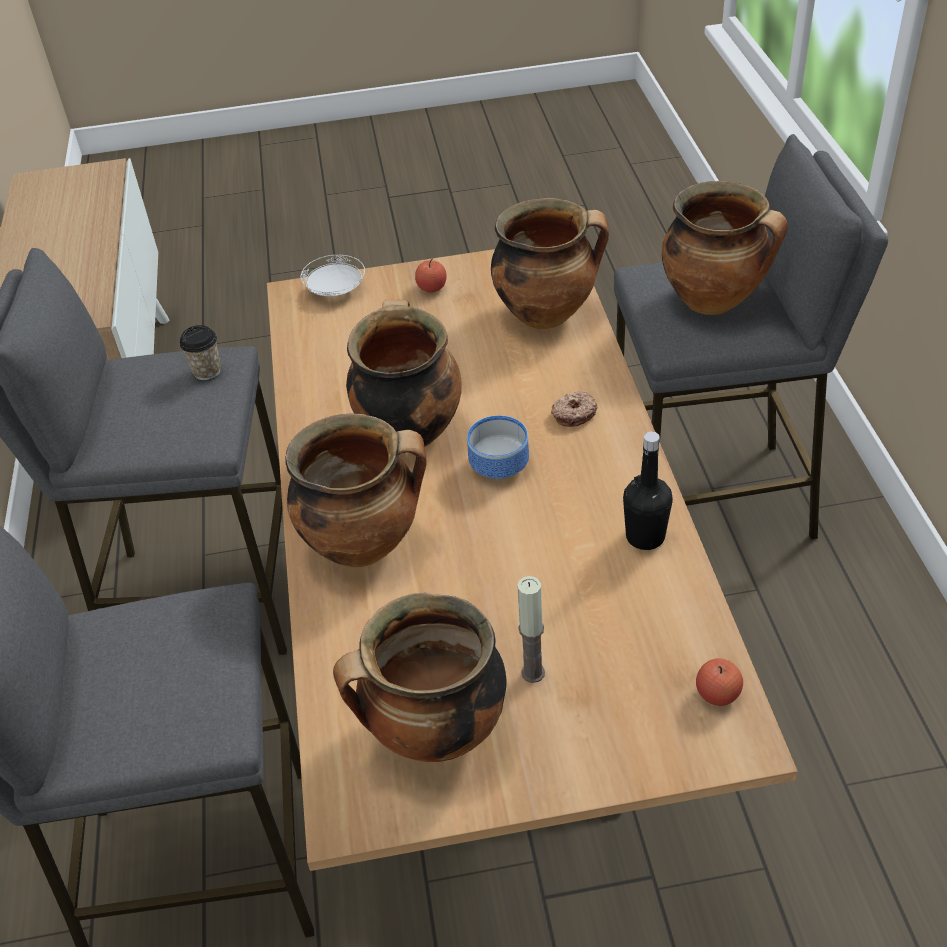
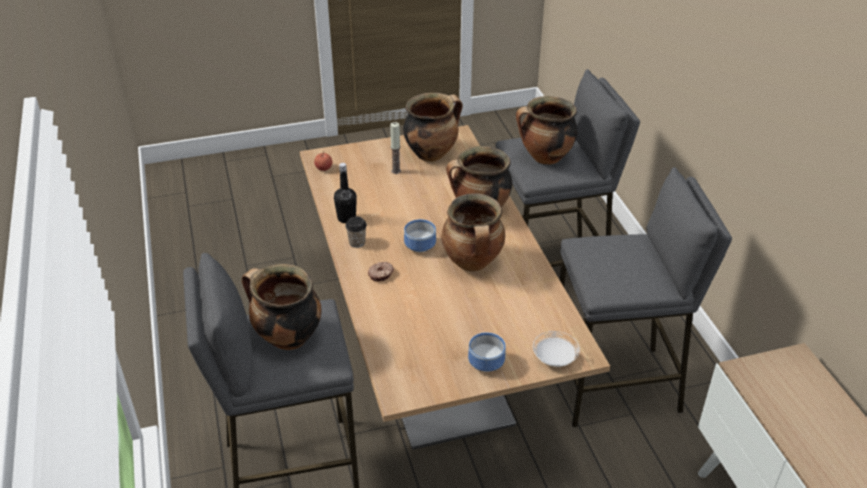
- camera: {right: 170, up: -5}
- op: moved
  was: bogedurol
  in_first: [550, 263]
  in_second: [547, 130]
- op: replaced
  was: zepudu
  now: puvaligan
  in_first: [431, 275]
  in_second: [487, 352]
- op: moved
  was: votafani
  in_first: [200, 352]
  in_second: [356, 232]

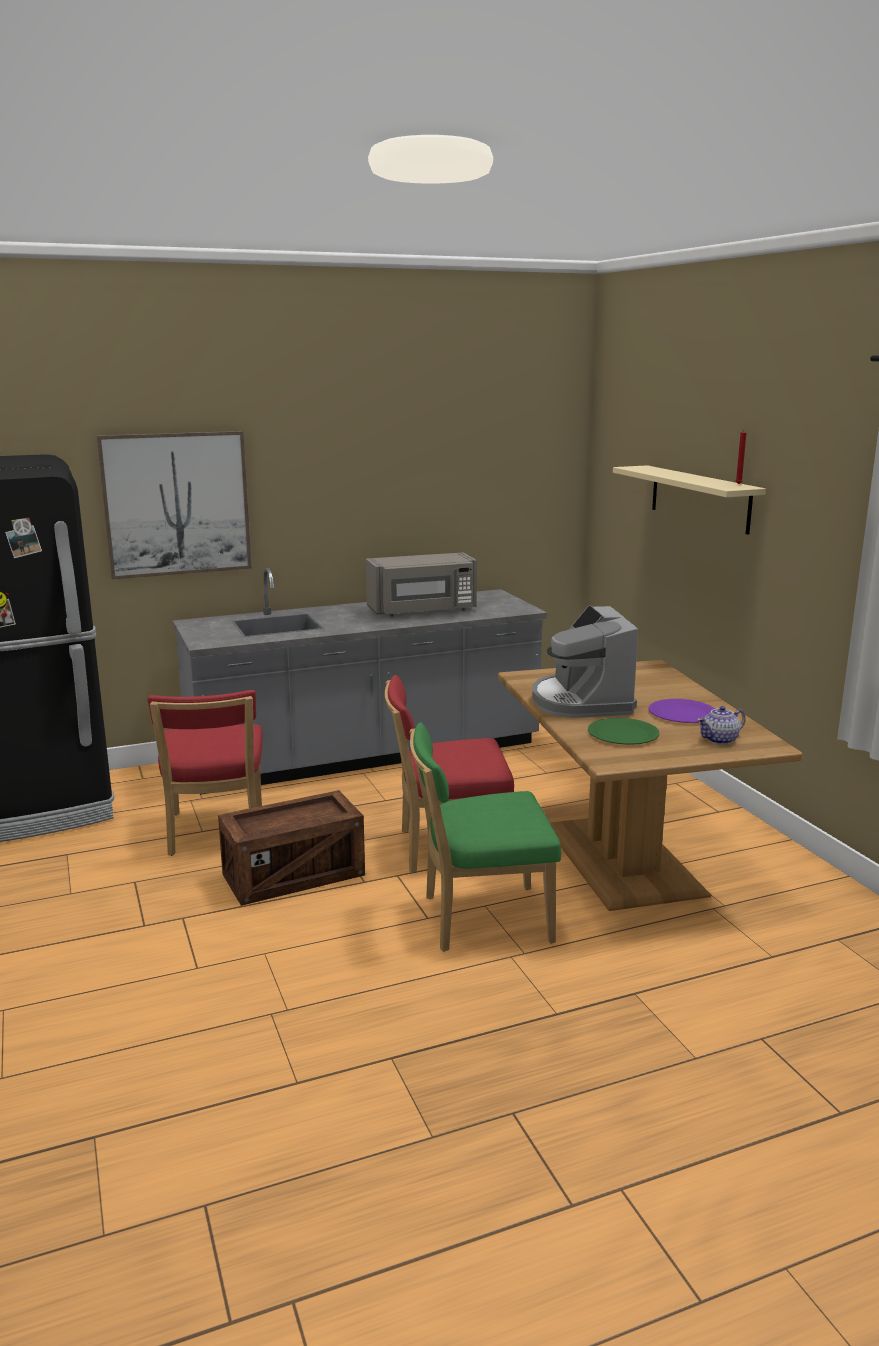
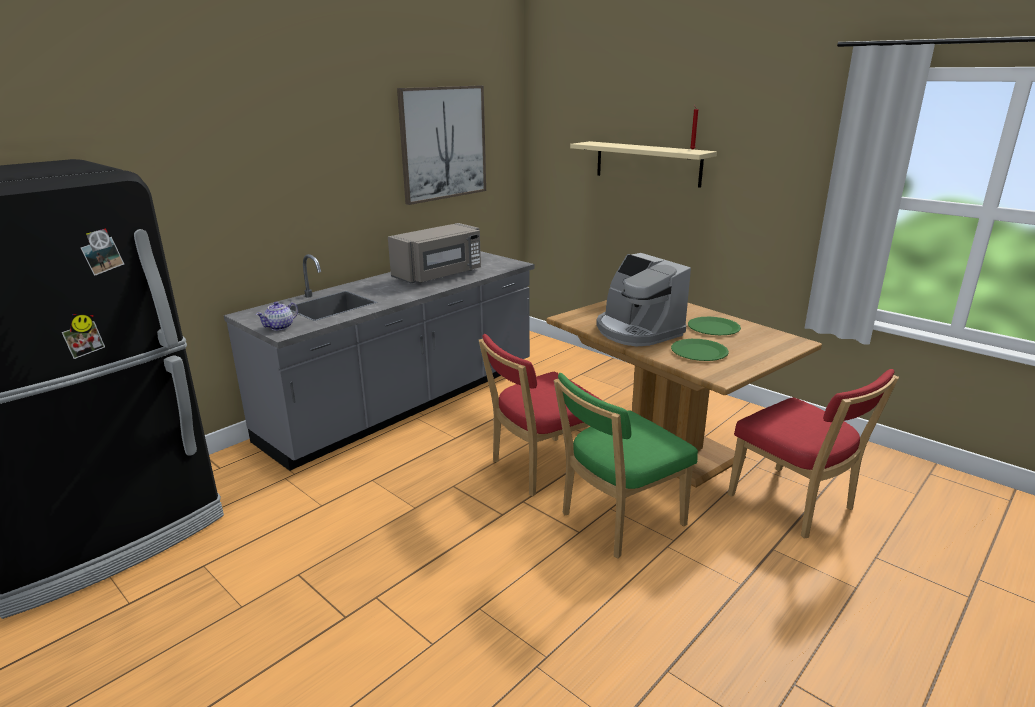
- camera: {right: -25, up: 5}
- op: moved
  was: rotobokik
  in_first: [174, 505]
  in_second: [441, 145]
- op: moved
  was: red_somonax
  in_first: [205, 773]
  in_second: [813, 454]
- op: recoloured
  was: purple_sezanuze
  now: green_sezanuze
  in_first: [682, 711]
  in_second: [714, 326]
- op: moved
  was: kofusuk
  in_first: [721, 725]
  in_second: [277, 316]
- op: removed
  was: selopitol
  in_first: [291, 848]

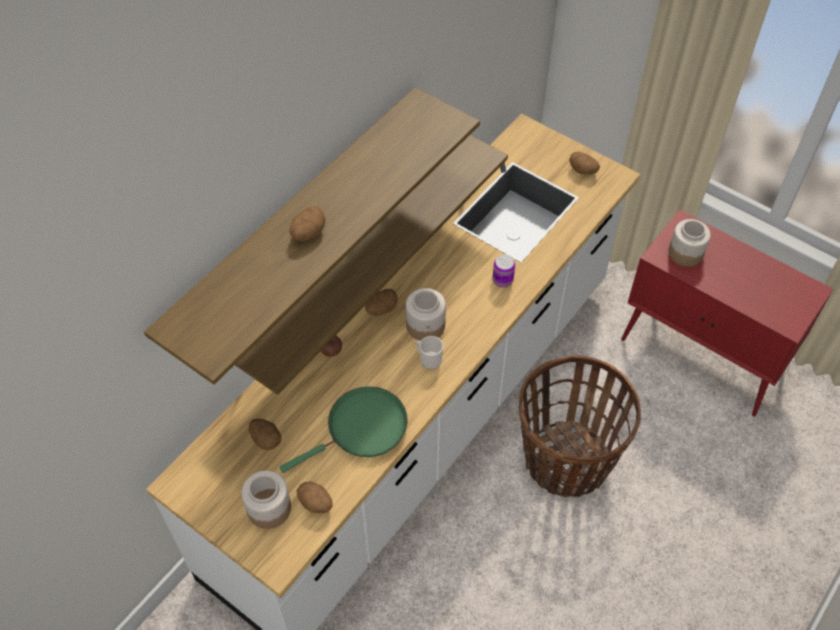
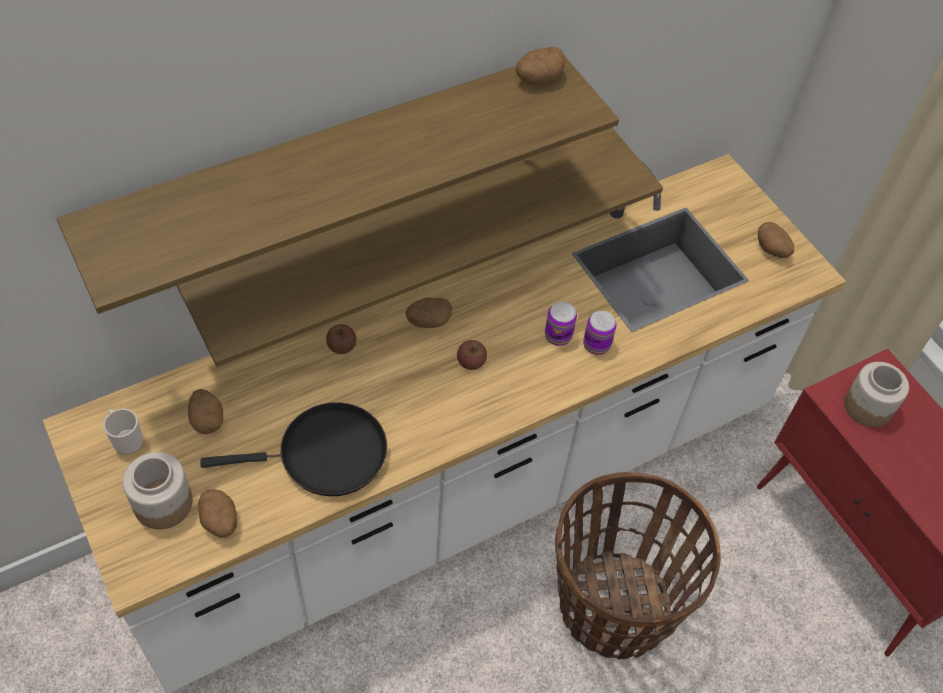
- camera: {right: 20, up: 0}
- op: moved
  was: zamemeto
  in_first: [308, 223]
  in_second: [540, 66]
- op: replaced
  was: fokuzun
  now: zepudu
  in_first: [426, 314]
  in_second: [472, 355]
- op: moved
  was: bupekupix
  in_first: [429, 352]
  in_second: [123, 432]
- op: recoloured
  was: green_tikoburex
  now: black_tikoburex
  in_first: [344, 430]
  in_second: [293, 449]
- op: added
  now: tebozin
  in_second: [561, 324]

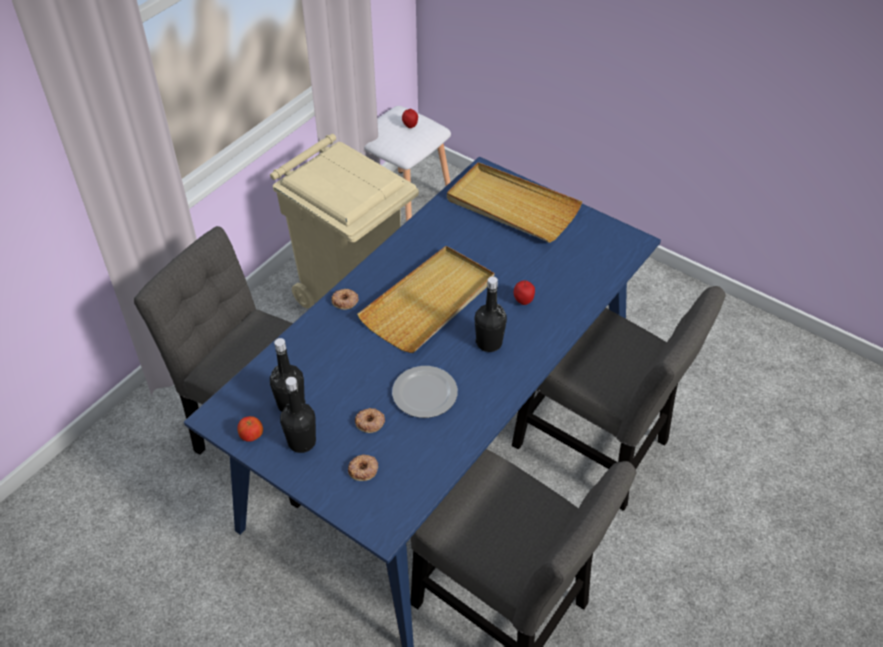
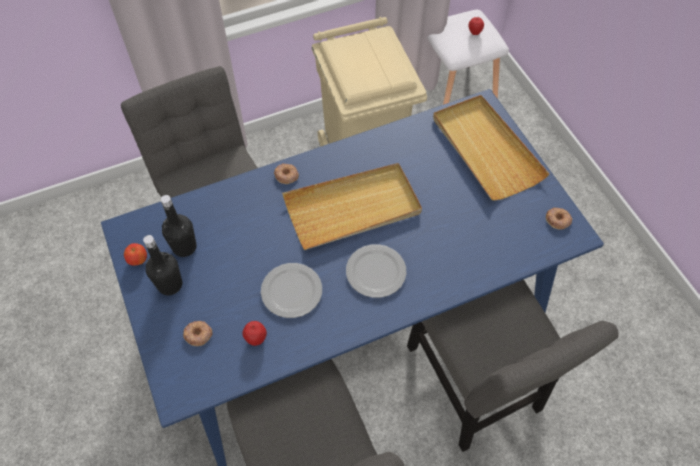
- camera: {right: 30, up: 10}
- op: replaced
  was: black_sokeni
  now: sezanuze
  in_first: [491, 314]
  in_second: [376, 271]
- op: moved
  was: zepudu
  in_first: [524, 292]
  in_second: [254, 333]
- op: moved
  was: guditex
  in_first: [370, 420]
  in_second: [559, 219]

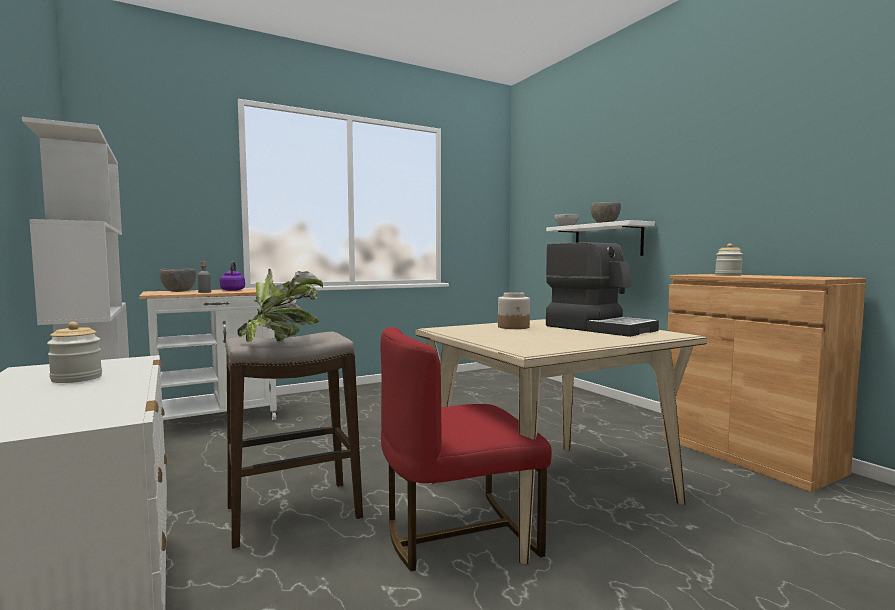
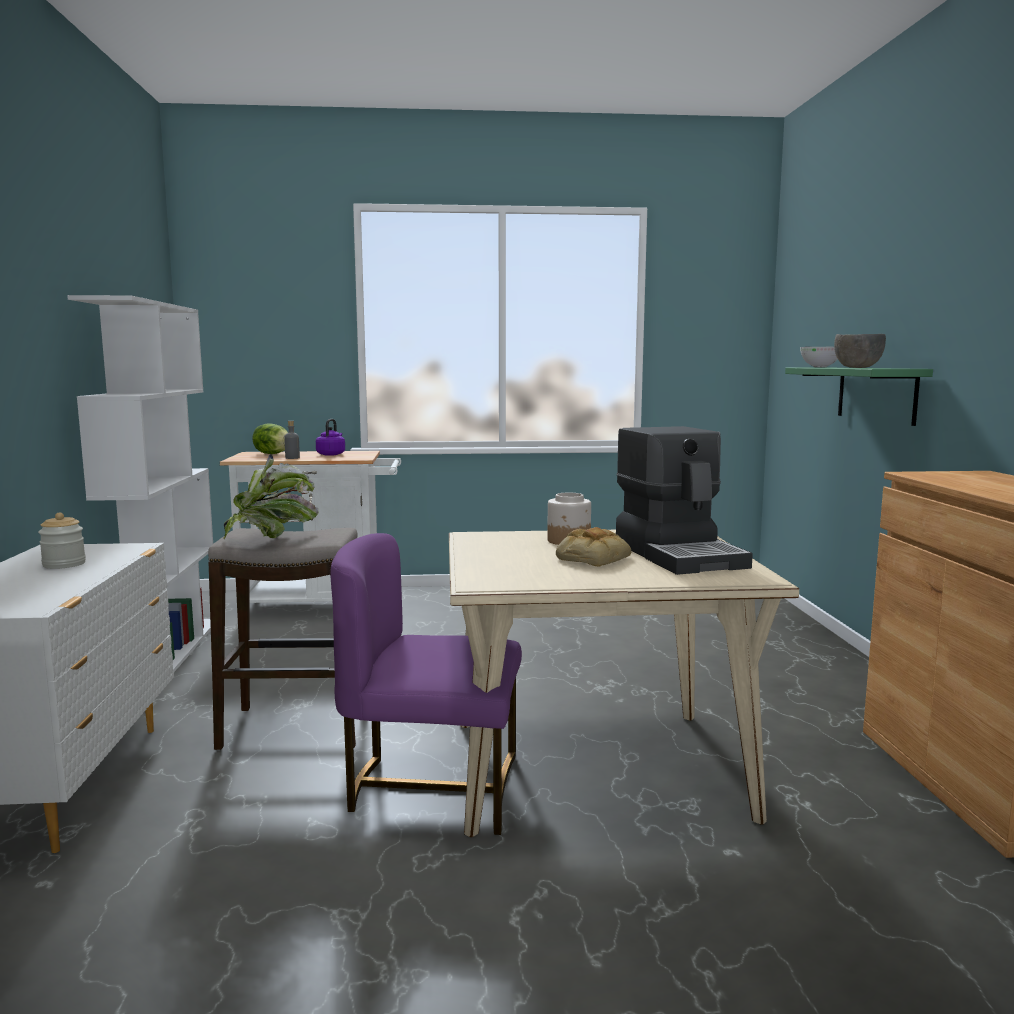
- camera: {right: 25, up: 5}
- op: recoloured
  was: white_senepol
  now: green_senepol
  in_first: [600, 238]
  in_second: [859, 397]
- op: removed
  was: fokuzun
  in_first: [729, 260]
- op: replaced
  was: grey_puvaligan
  now: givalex
  in_first: [178, 280]
  in_second: [270, 438]
- op: recoloured
  was: red_somonax
  now: purple_somonax
  in_first: [466, 449]
  in_second: [426, 684]
- op: added
  now: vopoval
  in_second: [593, 546]

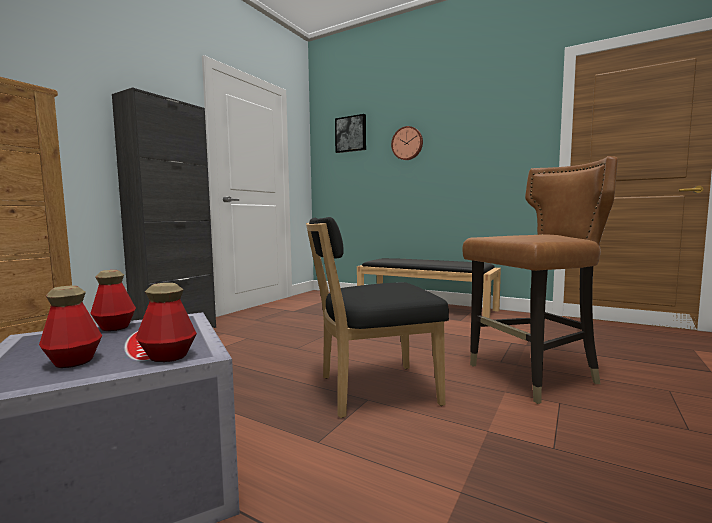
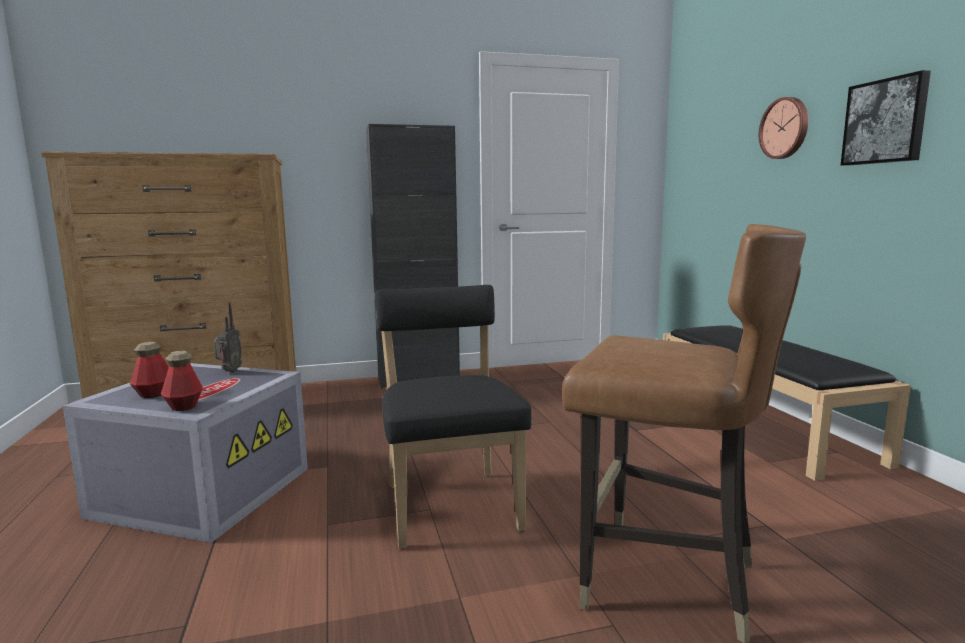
- camera: {right: 45, up: 5}
- op: moved
  was: rotobokik
  in_first: [350, 133]
  in_second: [886, 118]
- op: turned
  was: black_somonax
  in_first: [377, 317]
  in_second: [453, 417]
  clockwise: 45
- op: replaced
  was: sokeni
  now: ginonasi
  in_first: [113, 300]
  in_second: [228, 337]

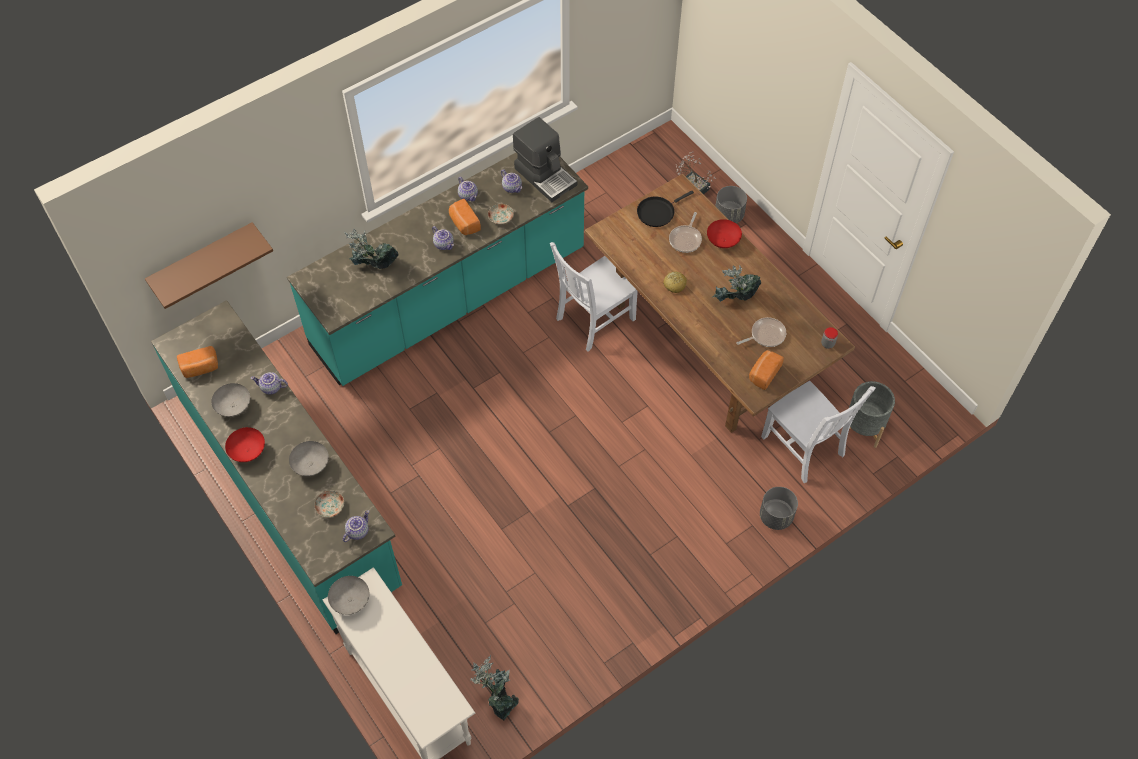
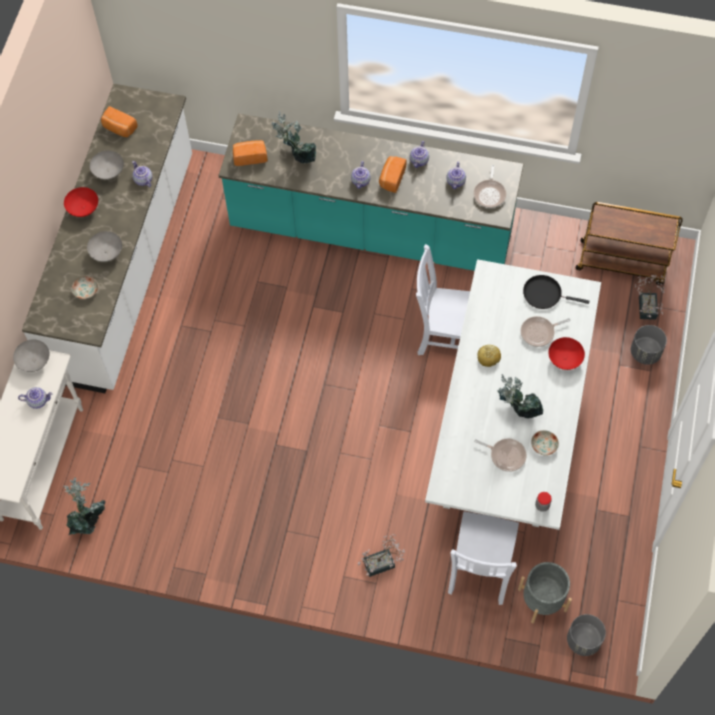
- camera: {right: 50, up: 5}
- op: replaced
  was: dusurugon
  now: tikoburex
  in_first: [545, 159]
  in_second: [490, 186]
- op: recoloured
  was: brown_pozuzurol
  now: white_pozuzurol
  in_first: [720, 303]
  in_second: [513, 394]
- op: moved
  was: sezanuze
  in_first: [501, 214]
  in_second: [545, 443]
- op: removed
  was: brown_senepol
  in_first: [209, 265]
- op: recoloured
  was: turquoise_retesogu
  now: white_retesogu
  in_first: [276, 467]
  in_second: [107, 238]
- op: moved
  was: vopoval
  in_first: [766, 370]
  in_second: [250, 153]
- op: moved
  was: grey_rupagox
  in_first: [779, 508]
  in_second: [586, 635]
- op: moved
  was: kofusuk
  in_first: [356, 526]
  in_second: [35, 398]
- op: added
  now: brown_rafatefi
  in_second: [629, 243]
- op: added
  now: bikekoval
  in_second: [381, 555]

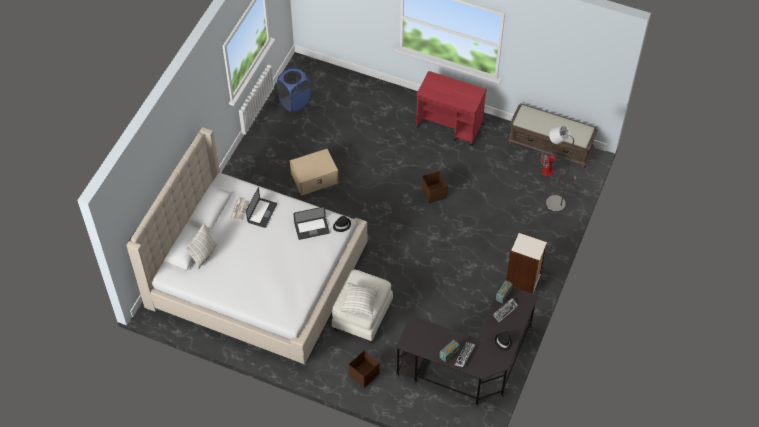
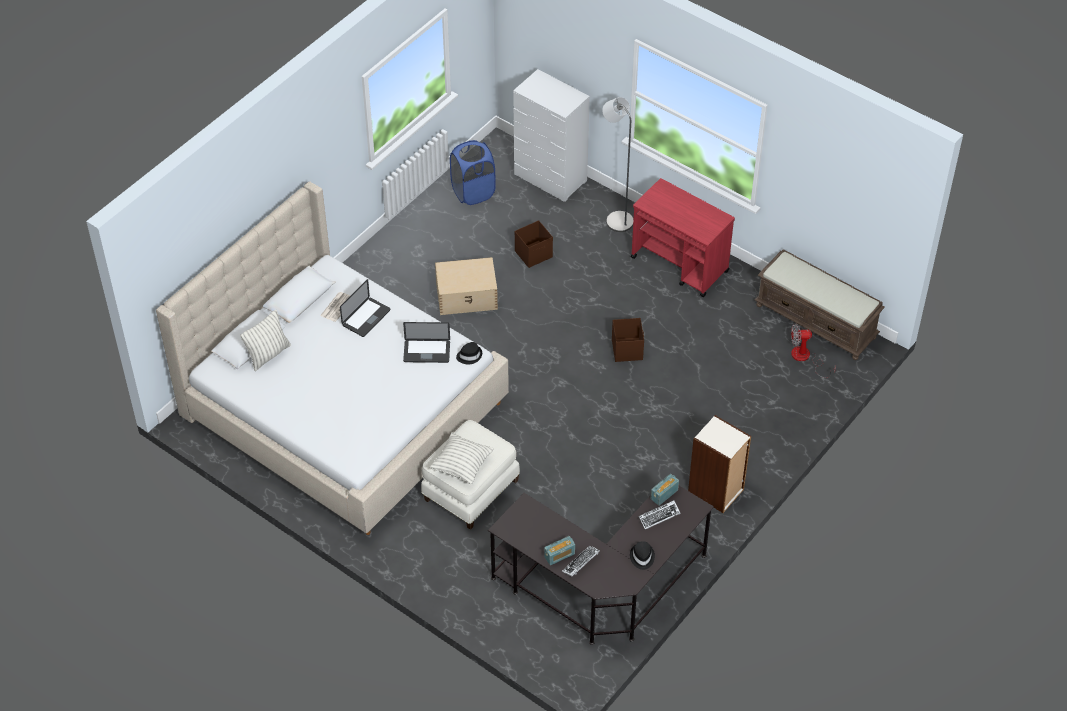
- camera: {right: 15, up: -5}
- op: moved
  was: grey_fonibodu
  in_first: [560, 169]
  in_second: [618, 164]
- op: moved
  was: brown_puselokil
  in_first: [364, 369]
  in_second: [534, 244]
- op: added
  now: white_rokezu
  in_second: [551, 135]

